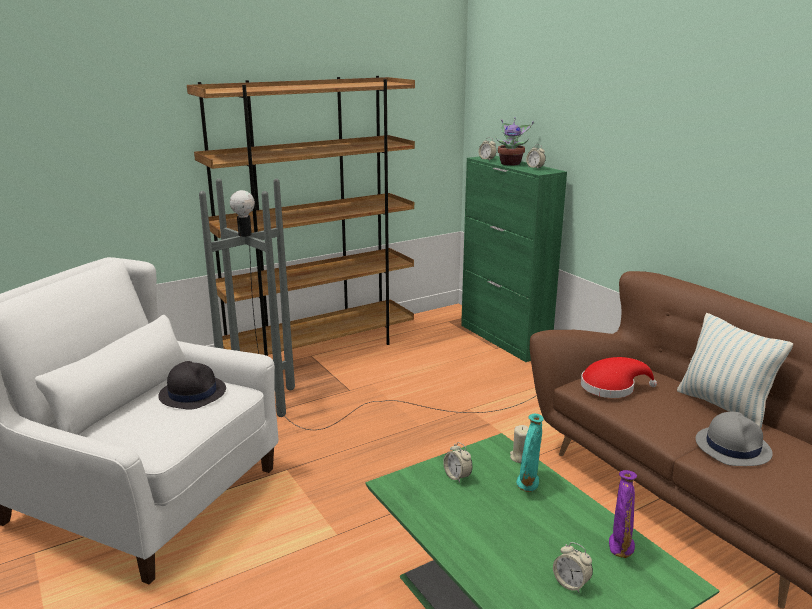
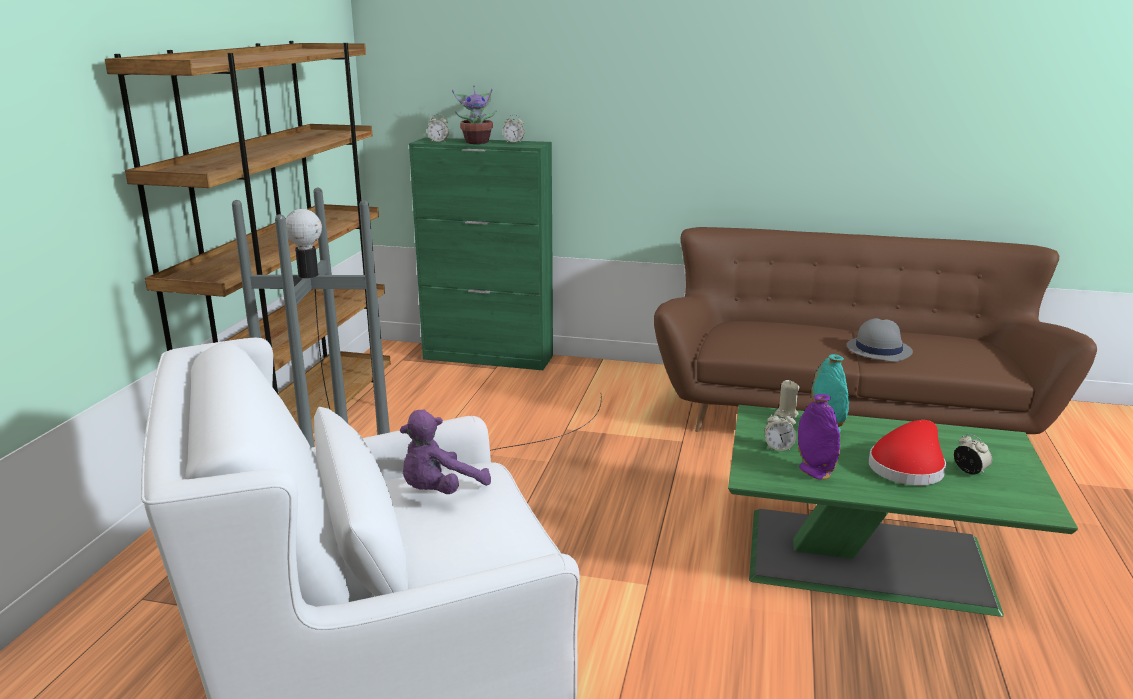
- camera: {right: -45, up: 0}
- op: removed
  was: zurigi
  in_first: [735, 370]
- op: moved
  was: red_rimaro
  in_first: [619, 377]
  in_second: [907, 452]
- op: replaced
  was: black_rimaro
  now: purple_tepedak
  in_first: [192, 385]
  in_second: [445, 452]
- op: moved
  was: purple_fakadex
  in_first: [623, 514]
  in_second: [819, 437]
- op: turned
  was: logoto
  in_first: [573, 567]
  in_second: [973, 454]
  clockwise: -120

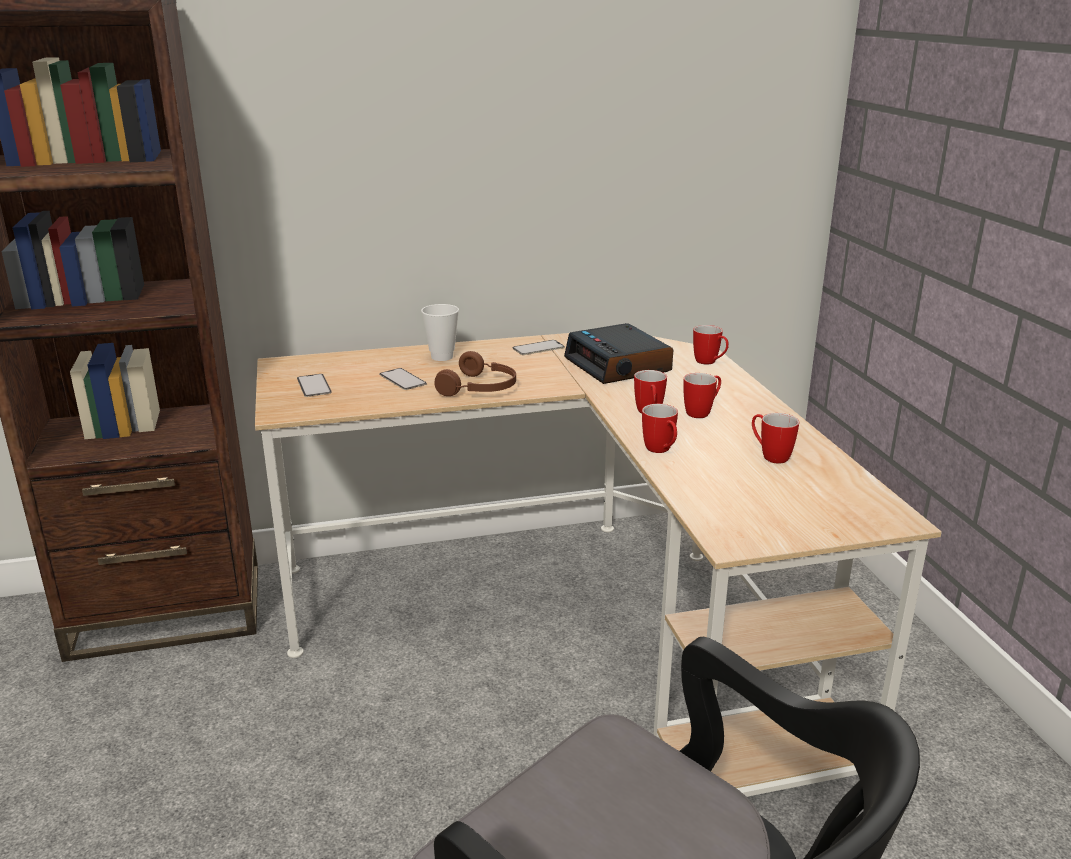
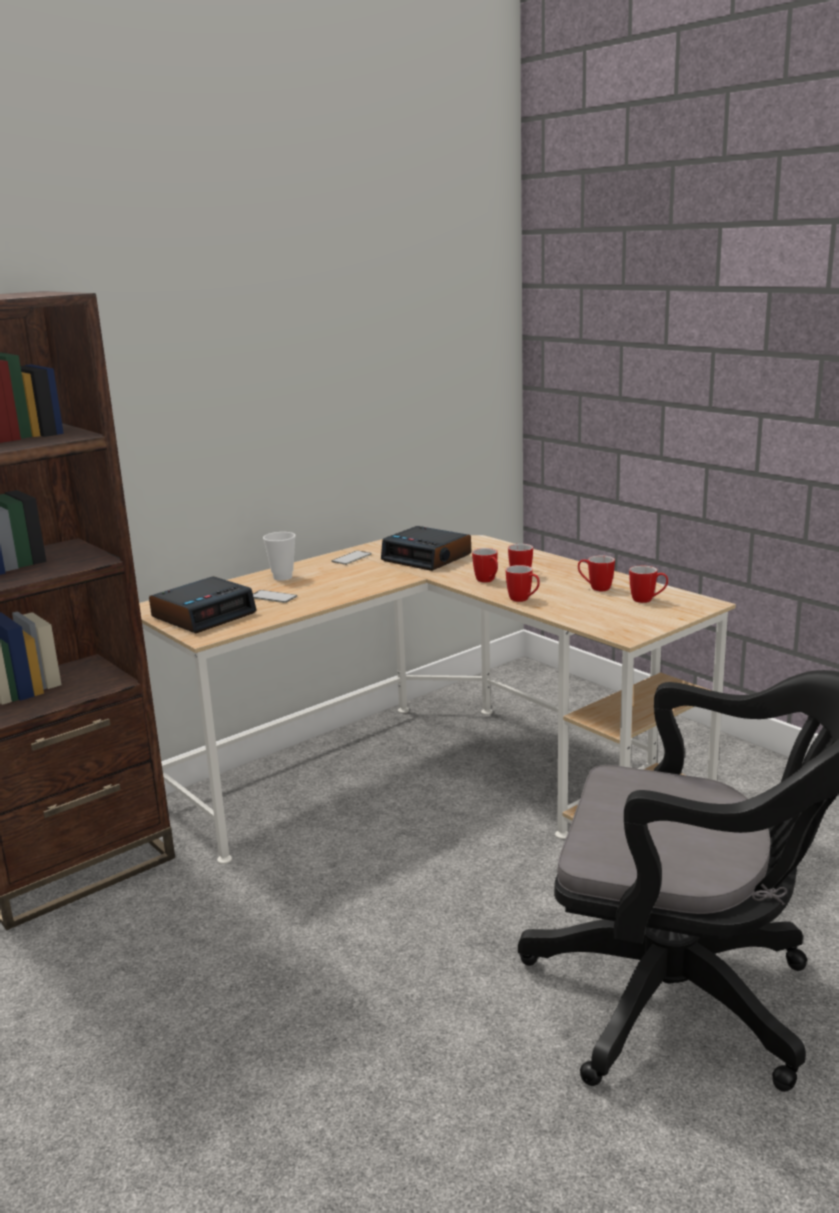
- camera: {right: -25, up: -5}
- op: moved
  was: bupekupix
  in_first: [711, 345]
  in_second: [648, 584]
- op: removed
  was: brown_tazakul
  in_first: [475, 373]
- op: replaced
  was: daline
  now: logoto
  in_first: [314, 385]
  in_second: [203, 604]

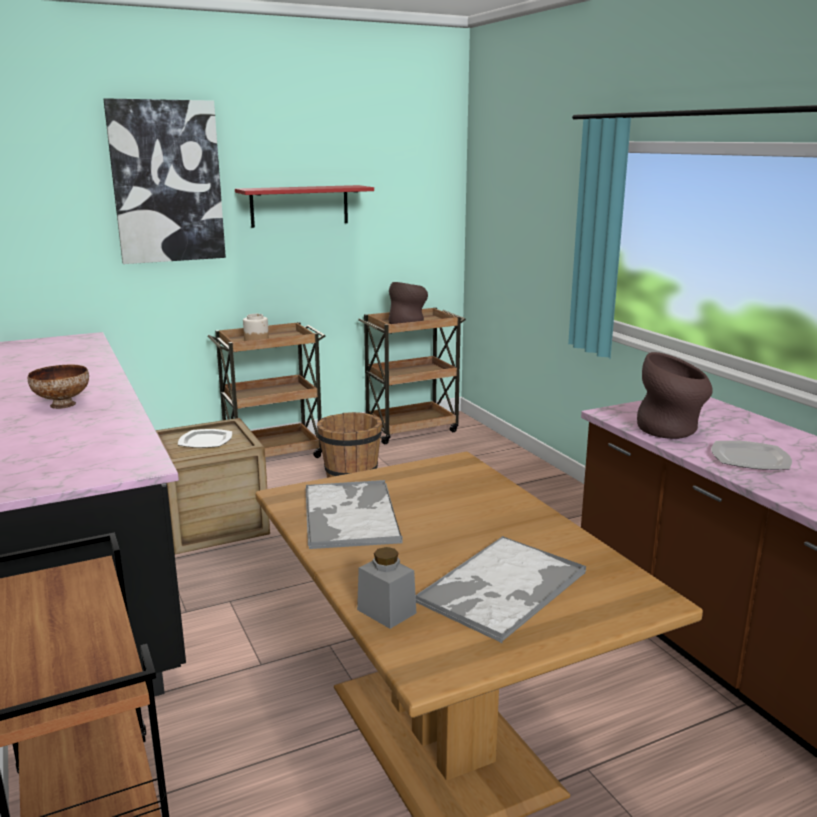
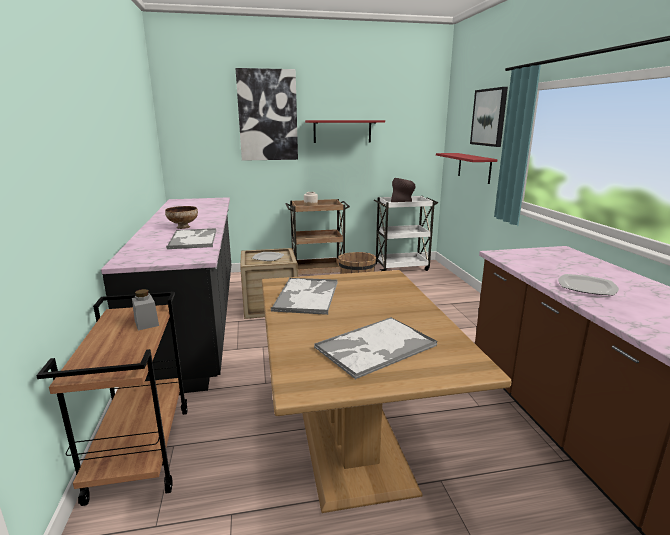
- camera: {right: 15, up: 0}
- op: recoloured
  was: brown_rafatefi
  now: white_rafatefi
  in_first: [412, 375]
  in_second: [406, 233]
- op: removed
  was: brown_fakadex
  in_first: [675, 395]
- op: moved
  was: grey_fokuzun
  in_first: [386, 588]
  in_second: [145, 309]
- op: added
  now: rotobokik
  in_second: [489, 117]
- op: added
  now: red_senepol
  in_second: [467, 168]
- op: added
  now: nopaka
  in_second: [191, 238]

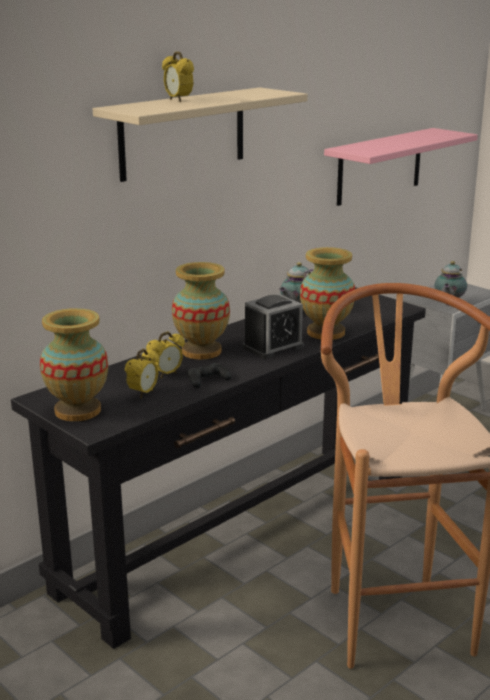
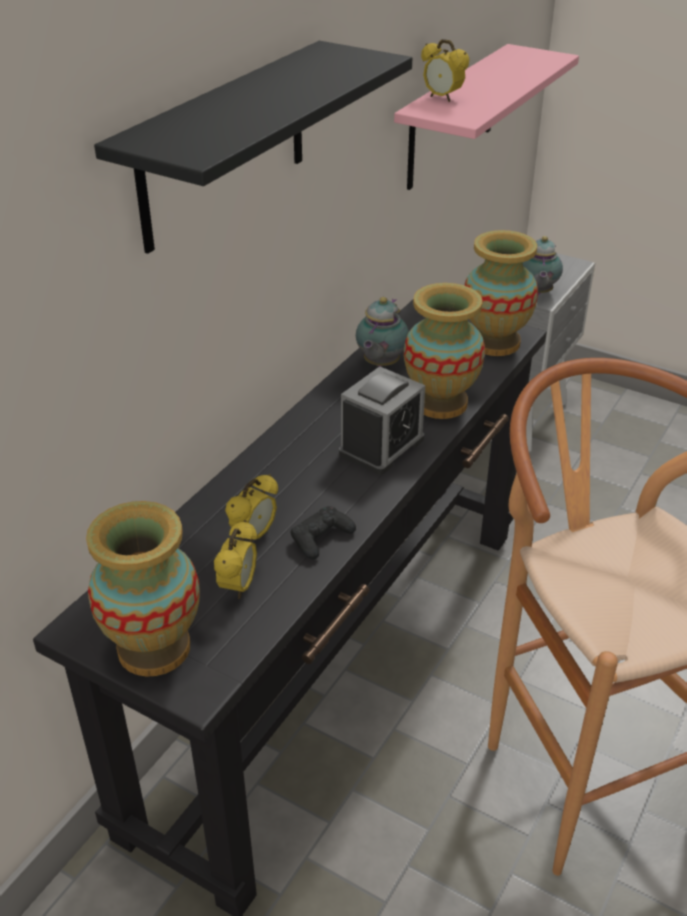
- camera: {right: -15, up: 15}
- op: moved
  was: logoto
  in_first: [178, 77]
  in_second: [445, 70]
- op: recoloured
  was: beige_senepol
  now: black_senepol
  in_first: [200, 134]
  in_second: [253, 147]
- op: moved
  was: fakadex
  in_first: [201, 311]
  in_second: [501, 293]

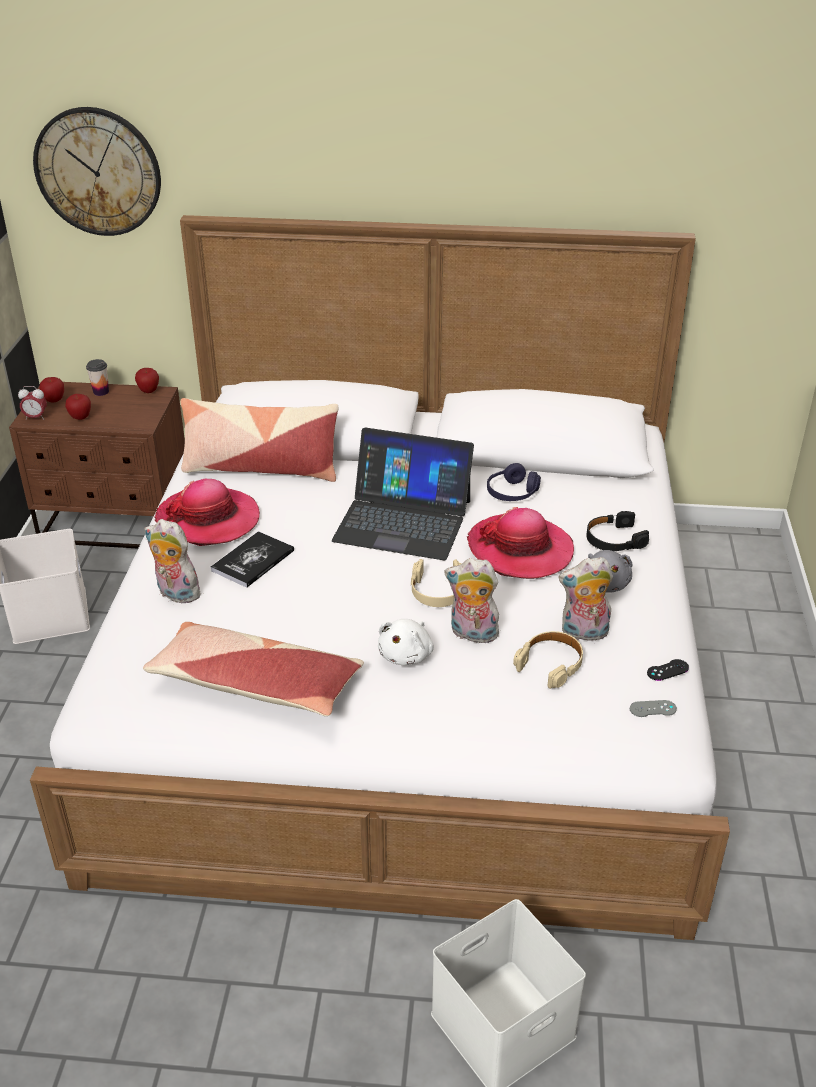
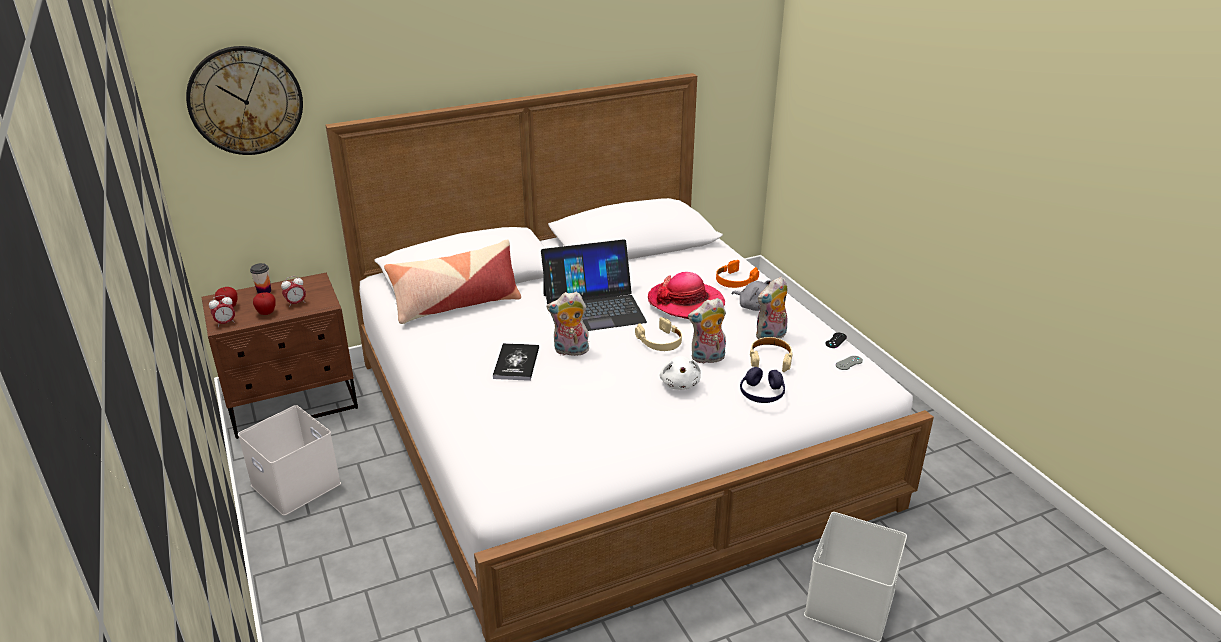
- camera: {right: -30, up: -5}
- op: removed
  was: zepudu
  in_first: [147, 380]
- op: moved
  was: purple_tazakul
  in_first: [514, 482]
  in_second: [762, 385]
- op: removed
  was: rimaro
  in_first: [207, 512]
- op: recoloured
  was: black_tazakul
  now: orange_tazakul
  in_first: [617, 531]
  in_second: [737, 274]
- op: moved
  was: tepedak
  in_first: [172, 561]
  in_second: [568, 325]
- op: removed
  was: zurigi
  in_first: [253, 669]
- op: added
  now: logoto
  in_second: [293, 290]

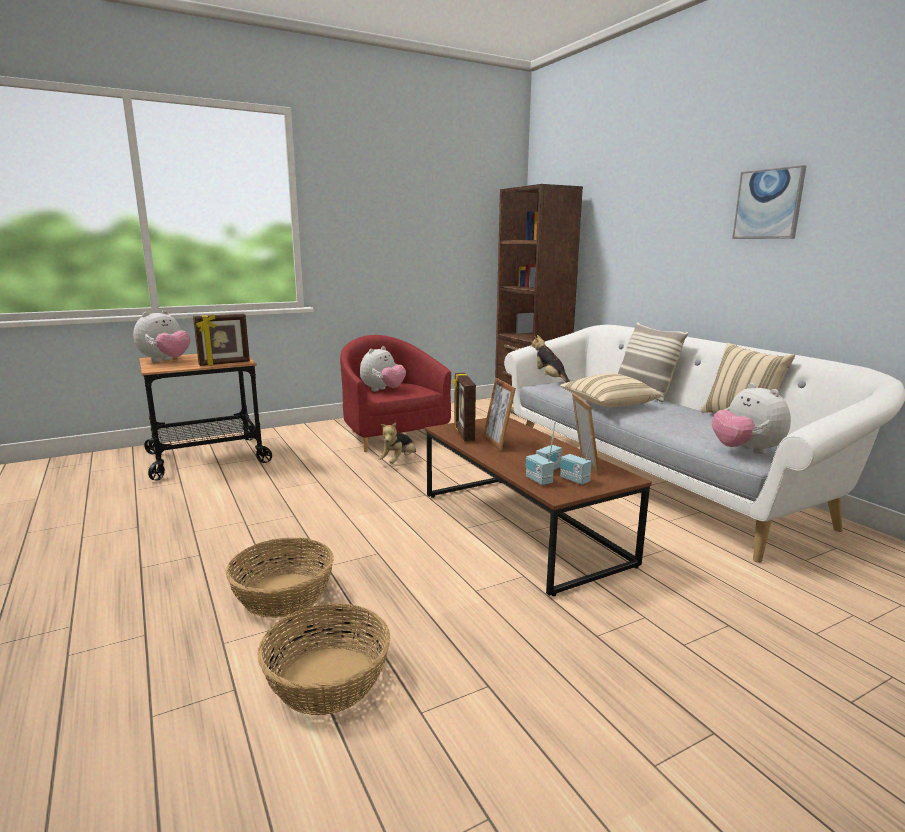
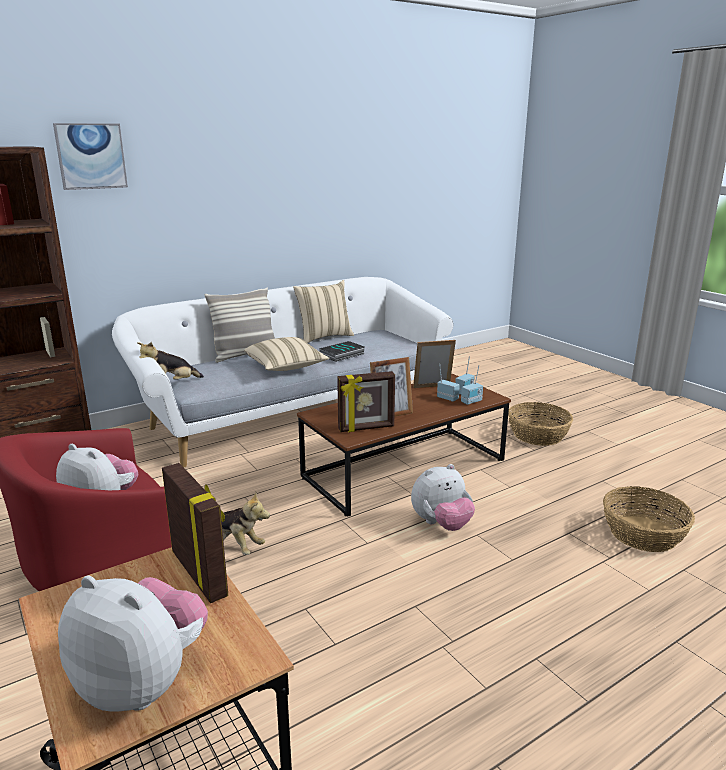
- camera: {right: -95, up: 5}
- op: moved
  was: rotobokik
  in_first: [769, 202]
  in_second: [90, 156]
- op: moved
  was: tepedak
  in_first: [751, 418]
  in_second: [443, 497]
- op: moved
  was: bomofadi
  in_first: [280, 578]
  in_second: [540, 424]
- op: added
  now: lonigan
  in_second: [342, 351]

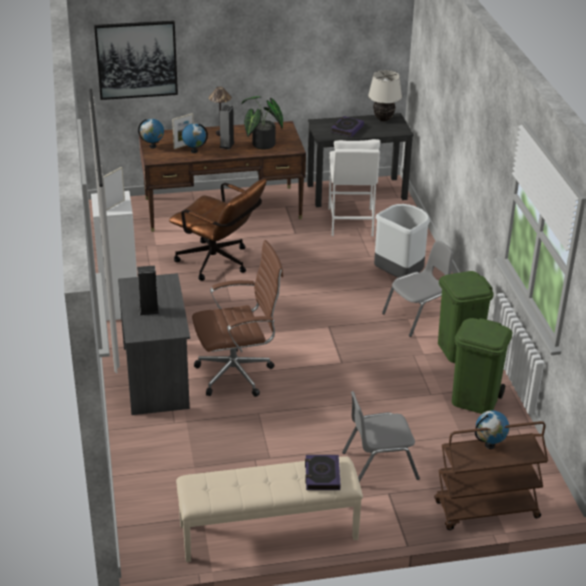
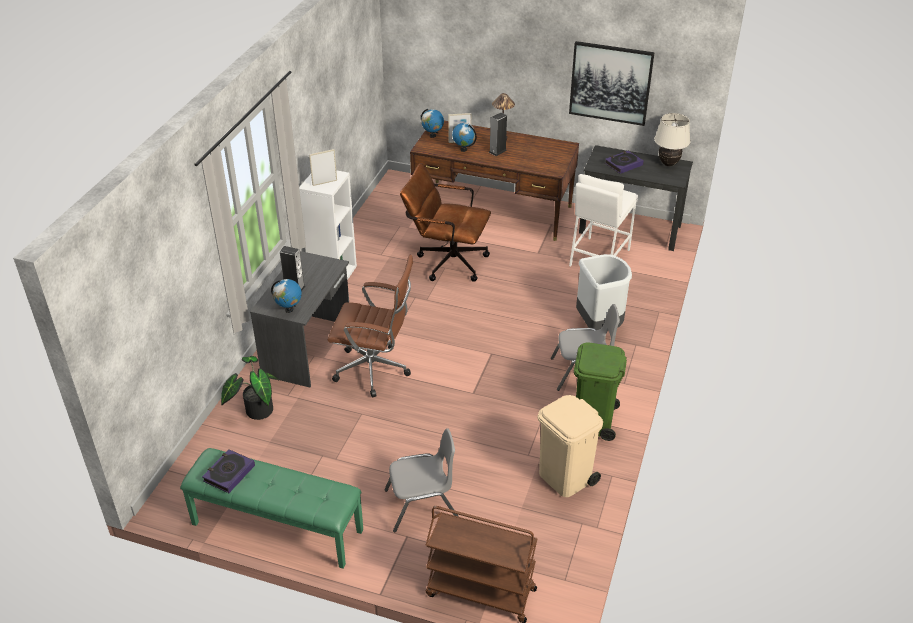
- camera: {right: 30, up: 5}
- op: moved
  was: rotobokik
  in_first: [136, 60]
  in_second: [612, 83]
- op: moved
  was: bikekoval
  in_first: [262, 123]
  in_second: [250, 388]
- op: turned
  was: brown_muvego
  in_first: [218, 230]
  in_second: [445, 222]
  clockwise: 135
- op: recoloured
  was: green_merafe
  now: beige_merafe
  in_first: [482, 366]
  in_second: [570, 446]
- op: turned
  was: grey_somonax
  in_first: [381, 436]
  in_second: [421, 480]
  clockwise: 150
- op: moved
  was: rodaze
  in_first: [492, 429]
  in_second: [286, 296]
- op: moved
  was: lonigan
  in_first: [323, 472]
  in_second: [228, 471]
- op: recoloured
  was: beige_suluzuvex
  now: green_suluzuvex
  in_first: [269, 509]
  in_second: [271, 508]

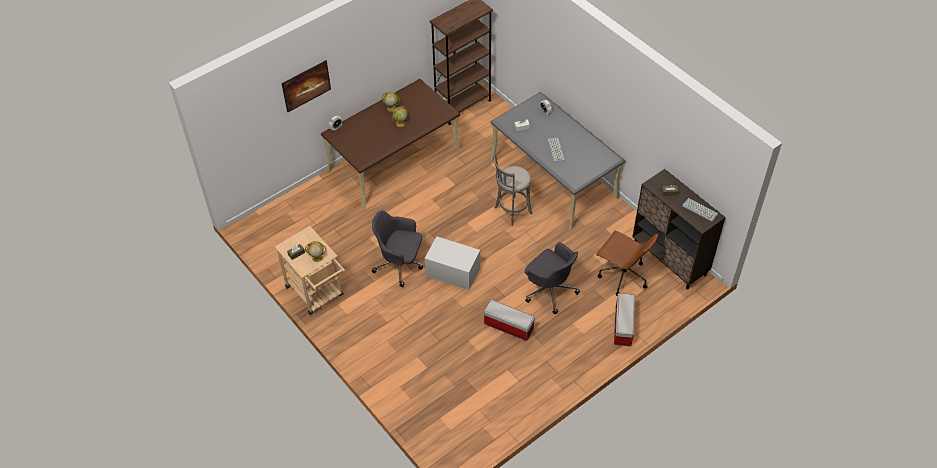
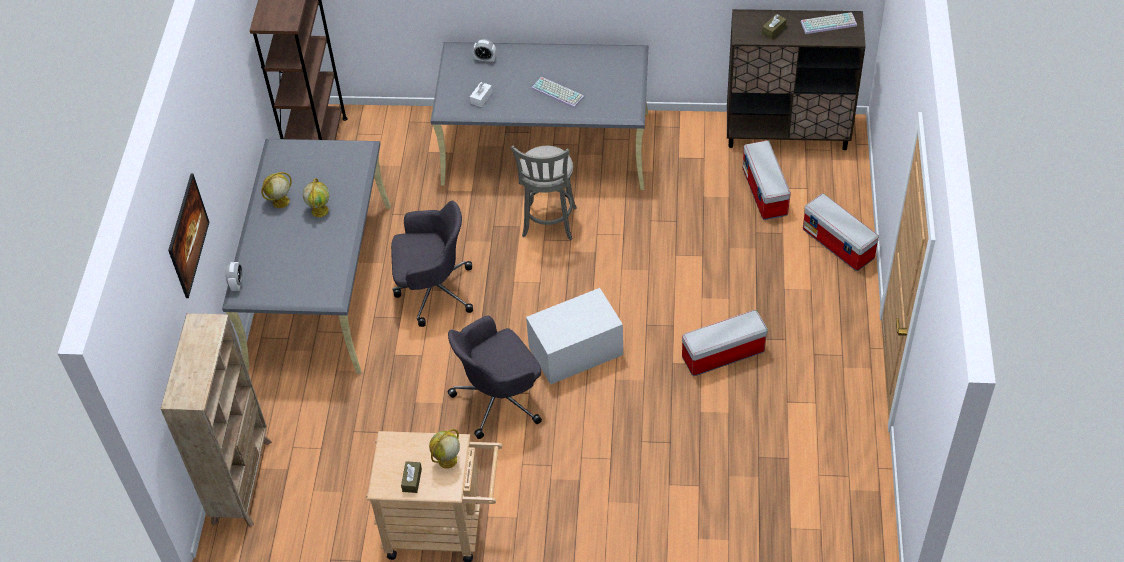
- camera: {right: -45, up: 0}
- op: recoloured
  was: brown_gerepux
  now: grey_gerepux
  in_first: [391, 144]
  in_second: [306, 256]
- op: replaced
  was: brown_muvego
  now: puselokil
  in_first: [627, 263]
  in_second: [767, 180]
- op: moved
  was: grey_muvego
  in_first: [552, 278]
  in_second: [432, 264]
- op: added
  now: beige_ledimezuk
  in_second: [216, 420]

